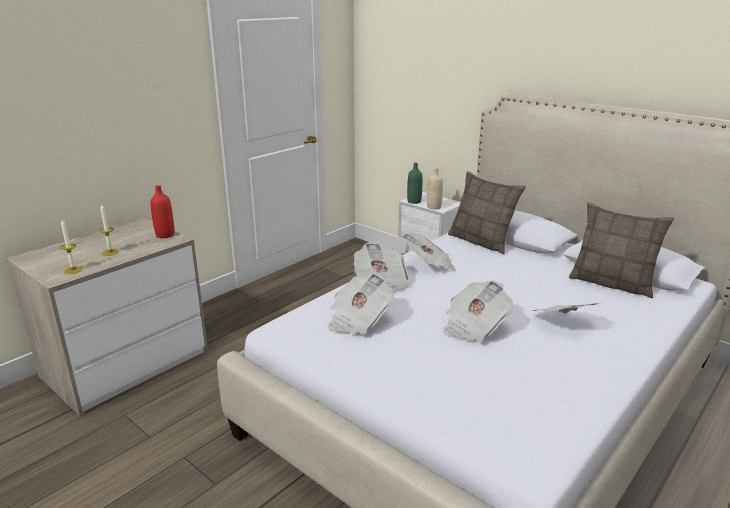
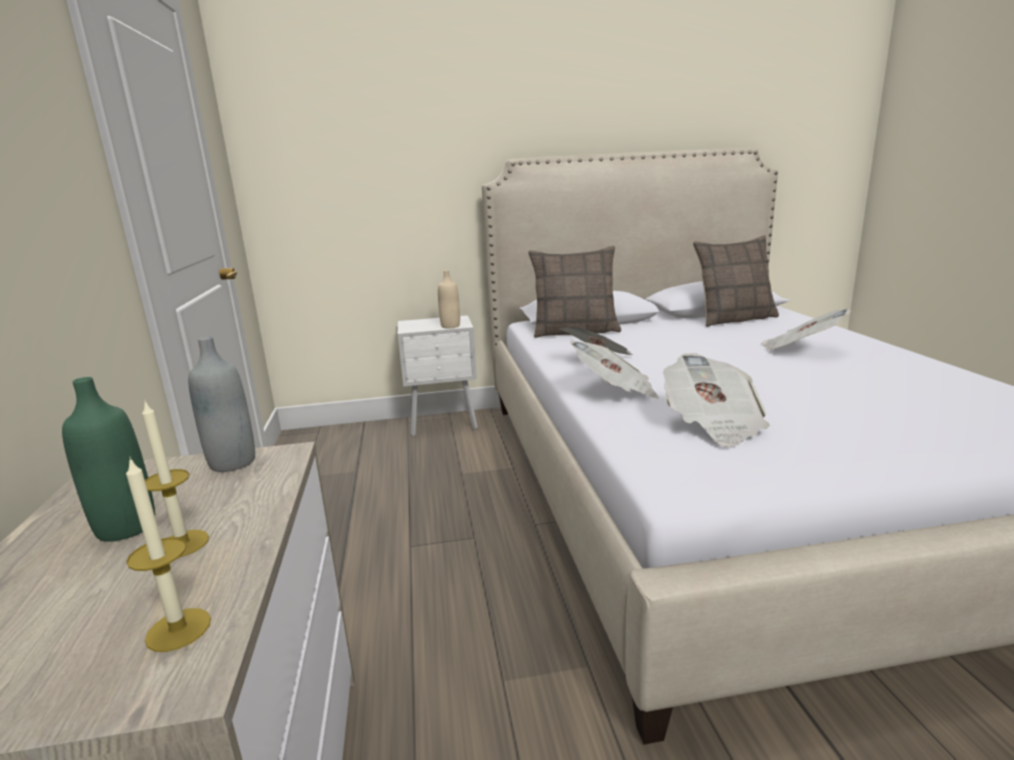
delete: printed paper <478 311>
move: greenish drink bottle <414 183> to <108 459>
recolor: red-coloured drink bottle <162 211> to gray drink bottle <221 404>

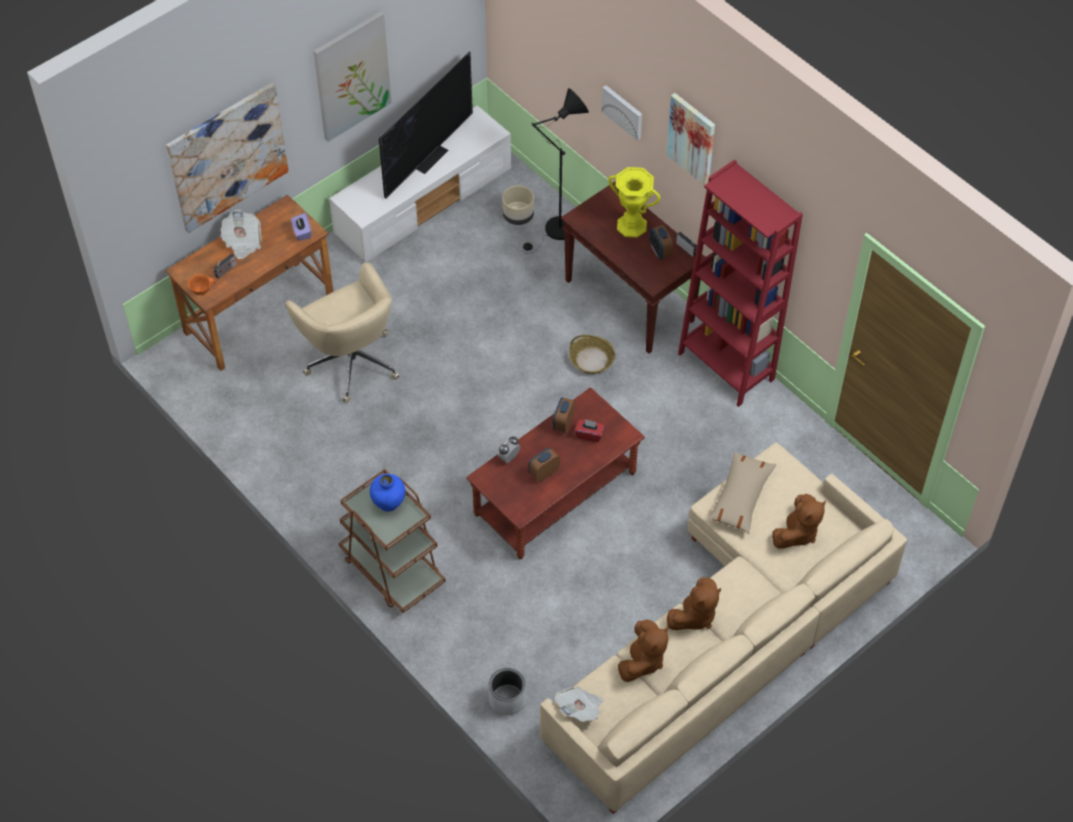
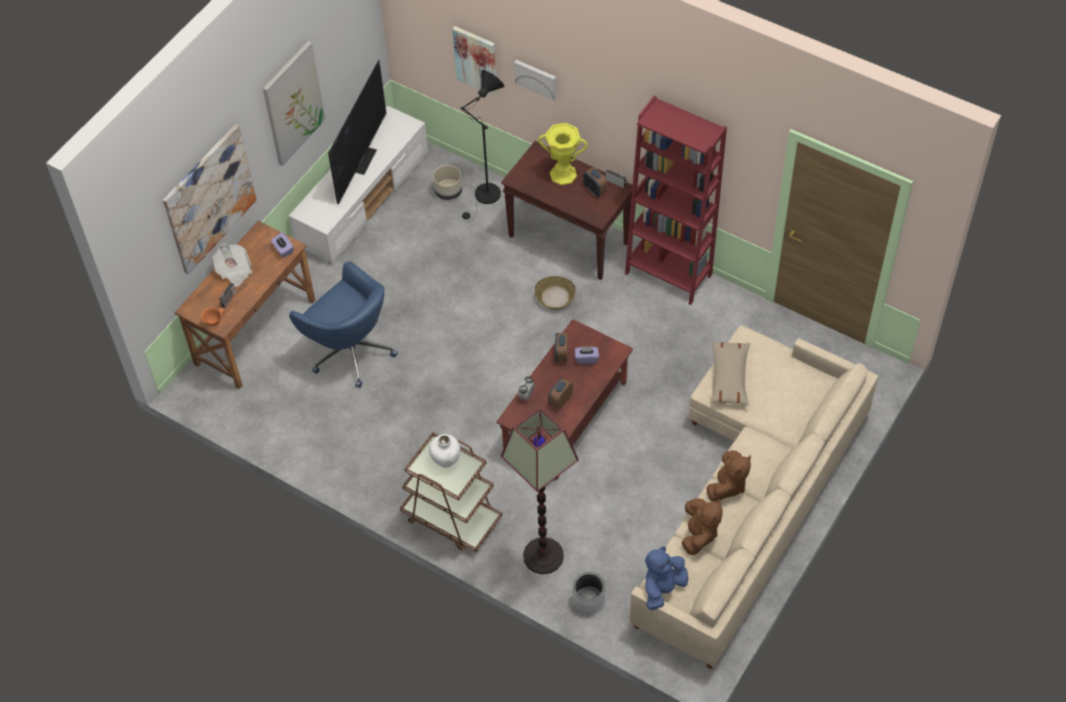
delete: brown soft toy <799 521>
insert: standing lamp <540 490>
move: wall art <690 139> to <475 61>
replace: printed paper <579 704> to blue-coloured soft toy <666 578>
recolor: beige-coloured desk chair <342 333> to blue-coloured desk chair <343 324>; red-coloured tissue holder <589 430> to purplish tissue holder <587 355>; blue-coloured flower vase <387 492> to white flower vase <445 451>

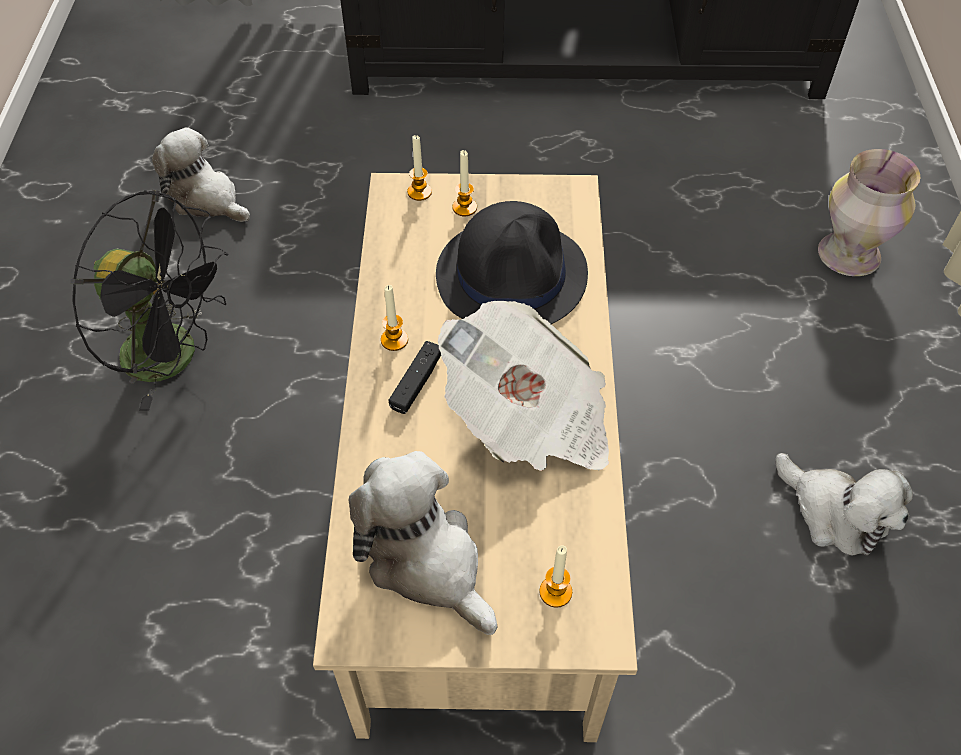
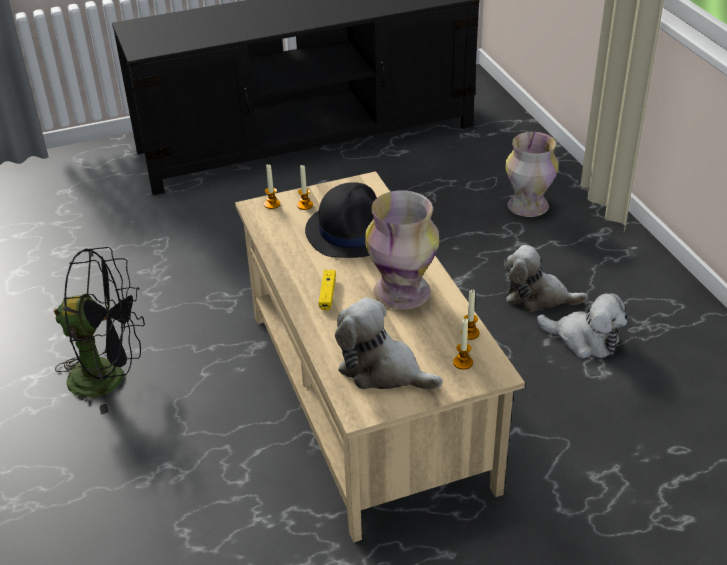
move: soft toy <201 175> to <546 278>; wax light <394 318> to <470 315>
replace: printed paper <523 386> to flower vase <402 249>
recolor: blackish gamepad <415 377> to yellowish gamepad <327 290>

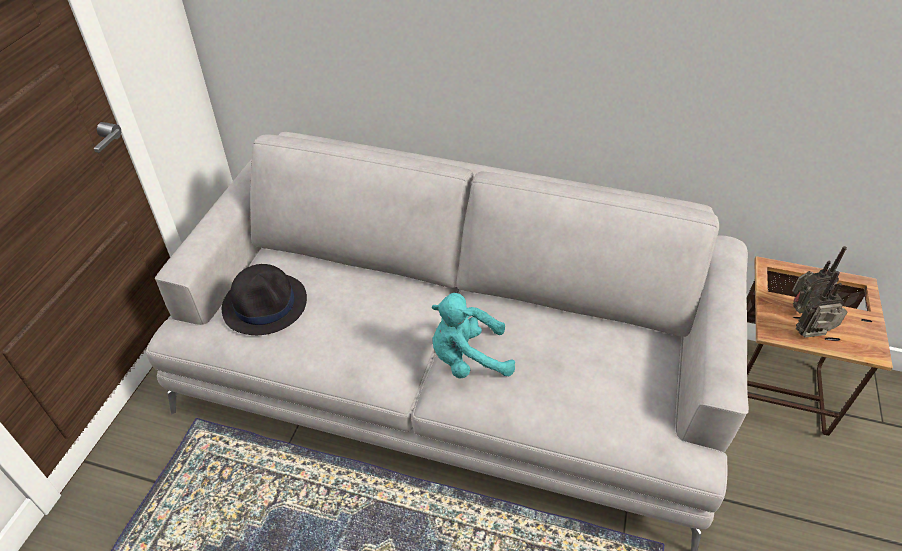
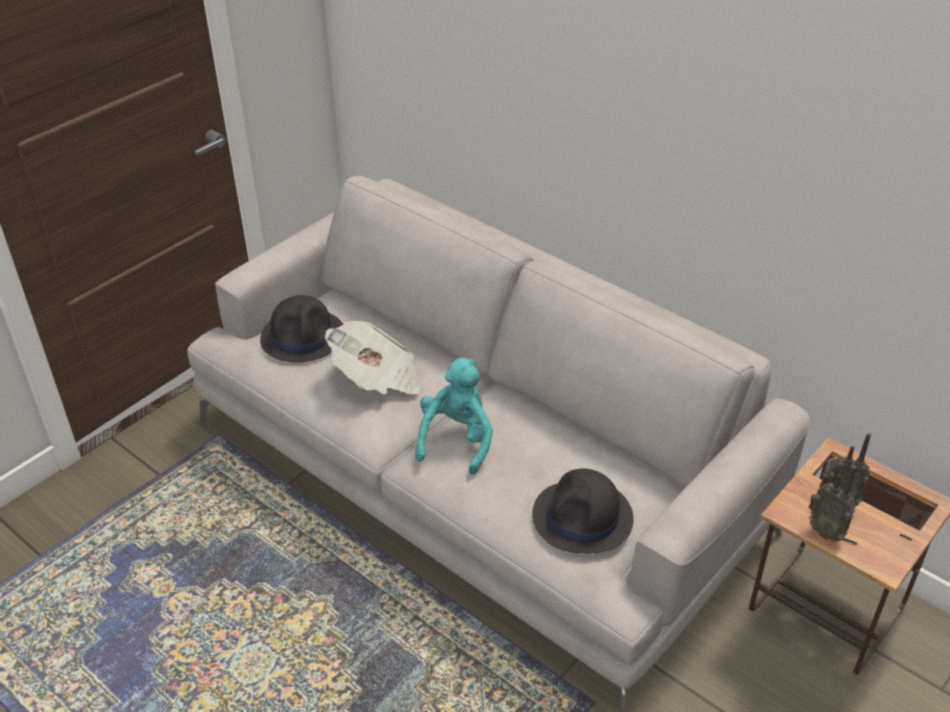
insert: printed paper <372 357>; blackish clothing hat <583 511>
rotate: radio set <822 304> = <832 503> 150 degrees counterclockwise; turquoise soft toy <473 335> = <454 416> 90 degrees clockwise

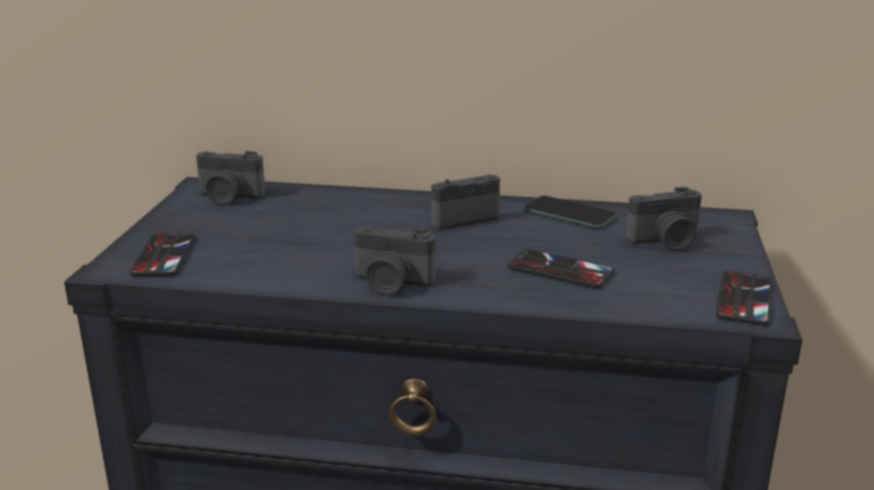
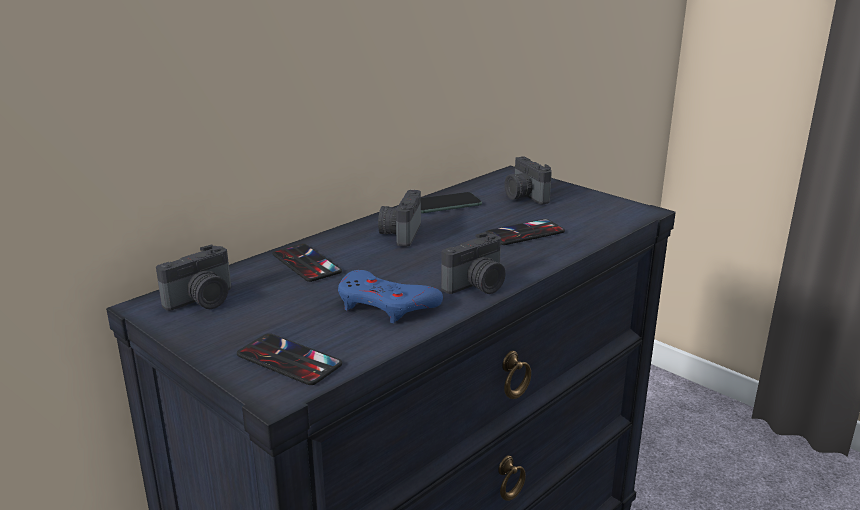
insert: blue-coloured gamepad <390 296>
move: phone <744 298> to <307 263>
rotate: still camera <664 219> = <528 180> 135 degrees clockwise

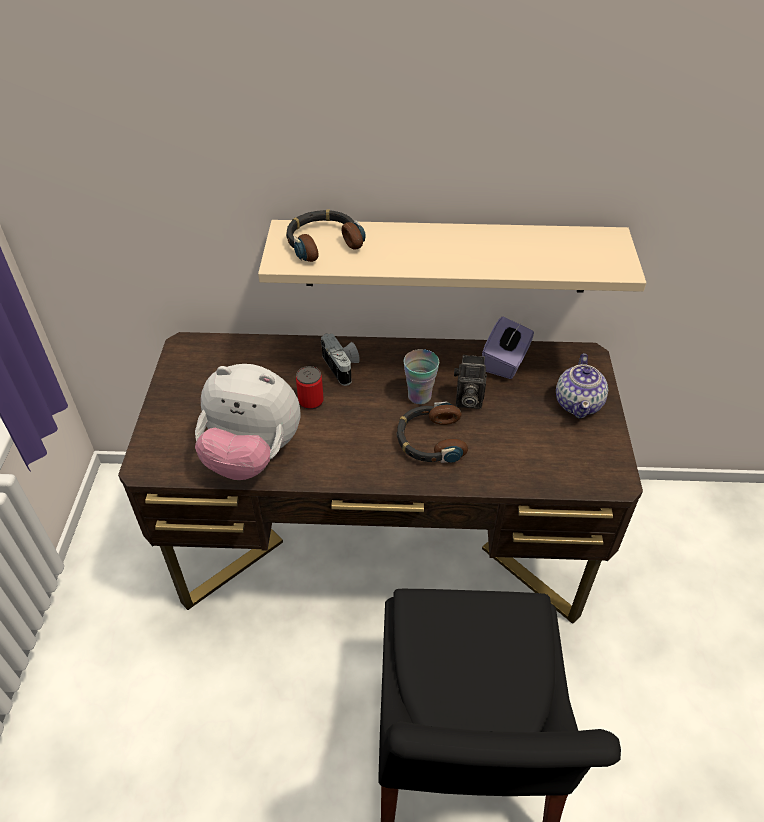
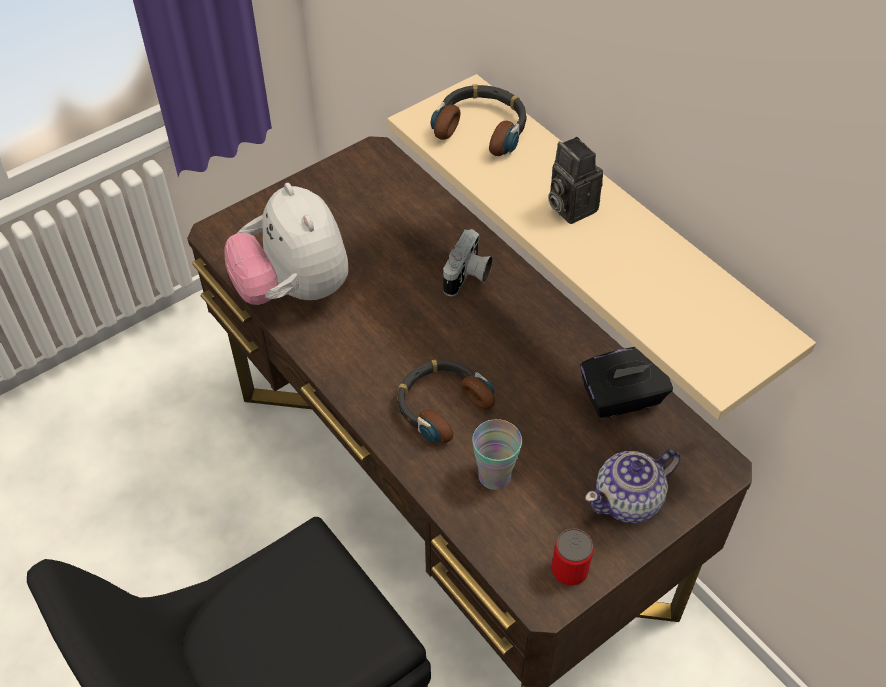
move: drinking cup <421 376> to <497 454>; still camera <470 382> to <575 180>; metal can <310 388> to <572 557>
recolor: purplish tissue holder <508 347> to blackish tissue holder <626 382>

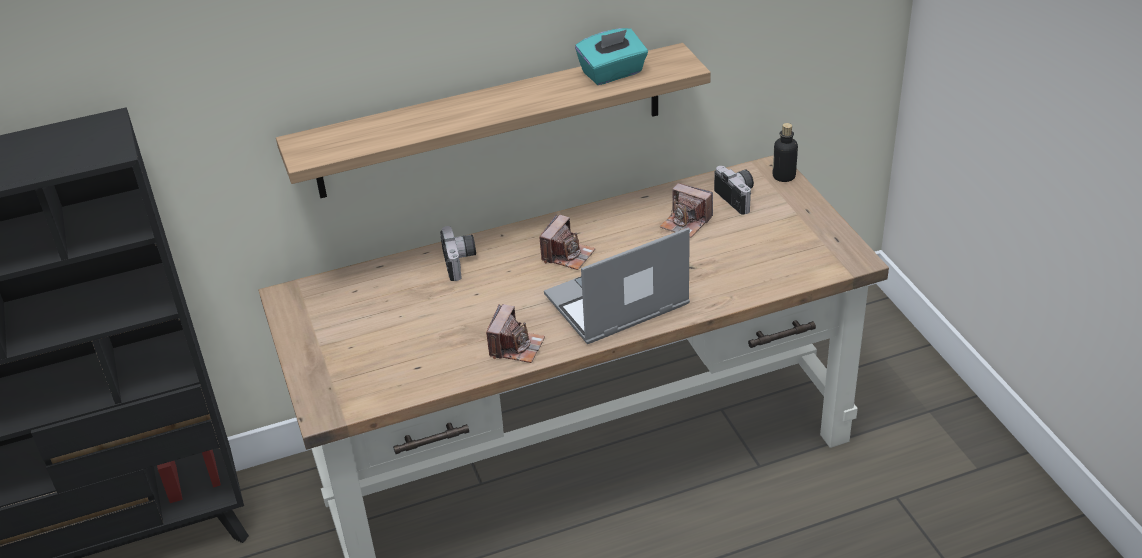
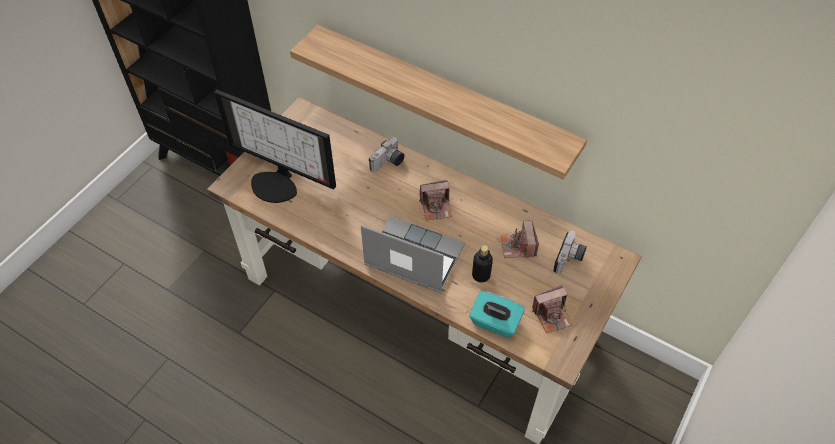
insert: computer screen <275 146>
move: turquoise tissue holder <611 56> to <497 314>; drink bottle <785 152> to <482 263>; still camera <515 333> to <552 309>

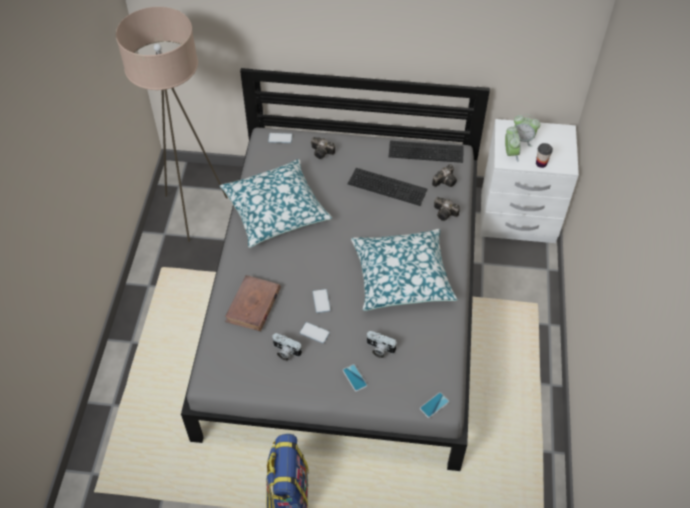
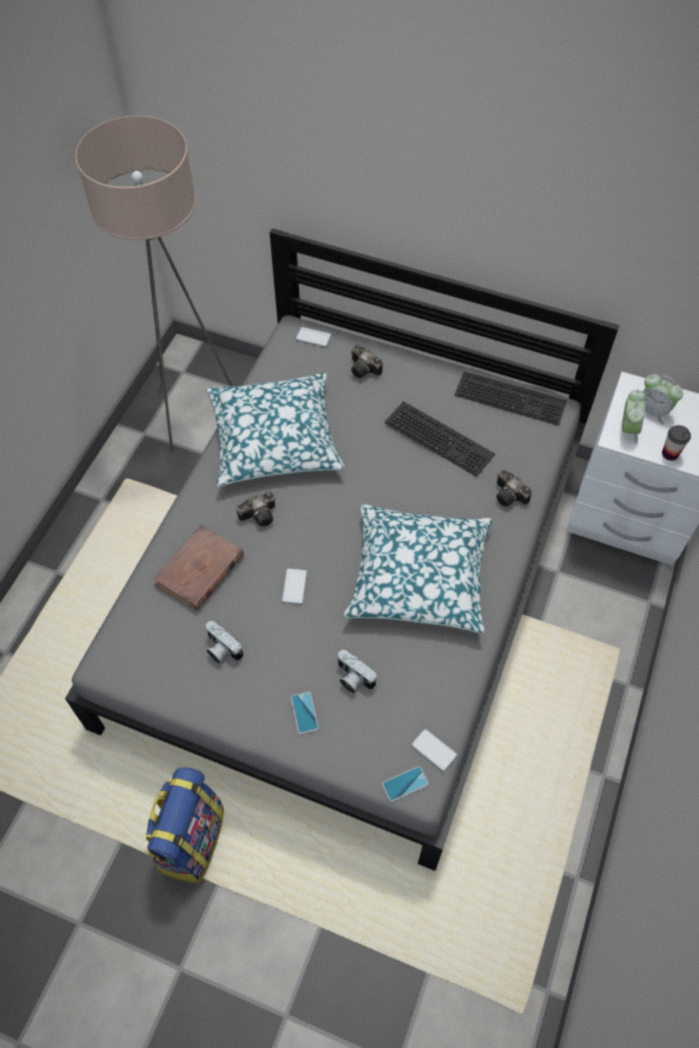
move: still camera <444 175> to <255 509>; phone <315 332> to <434 750>

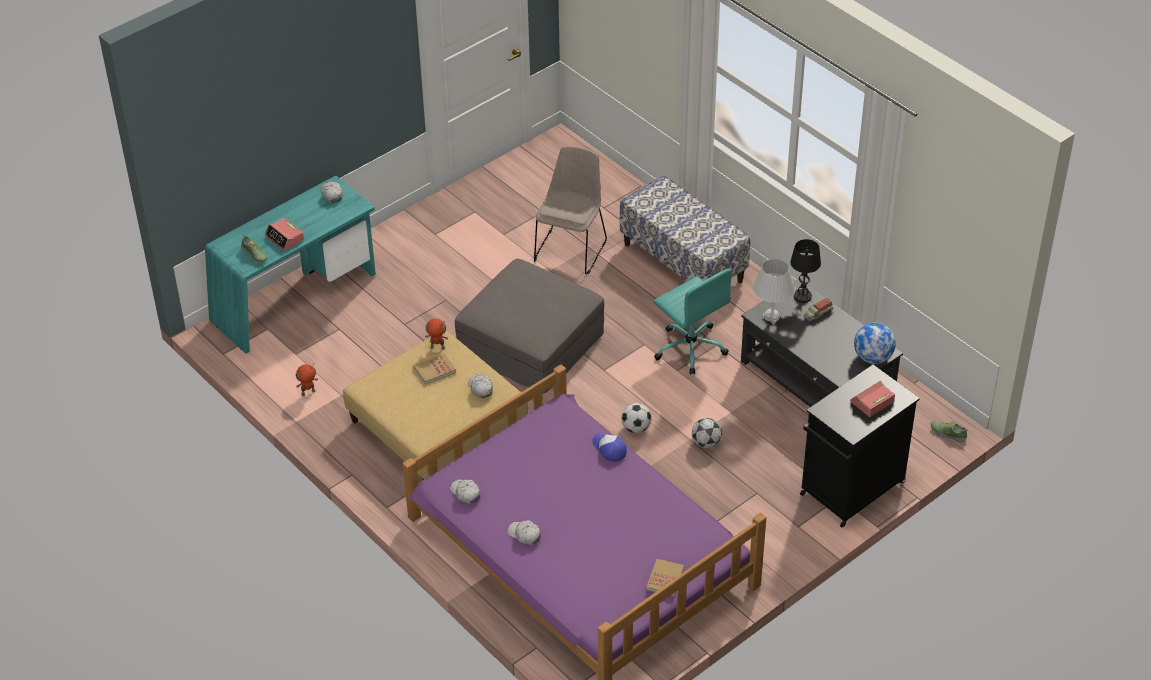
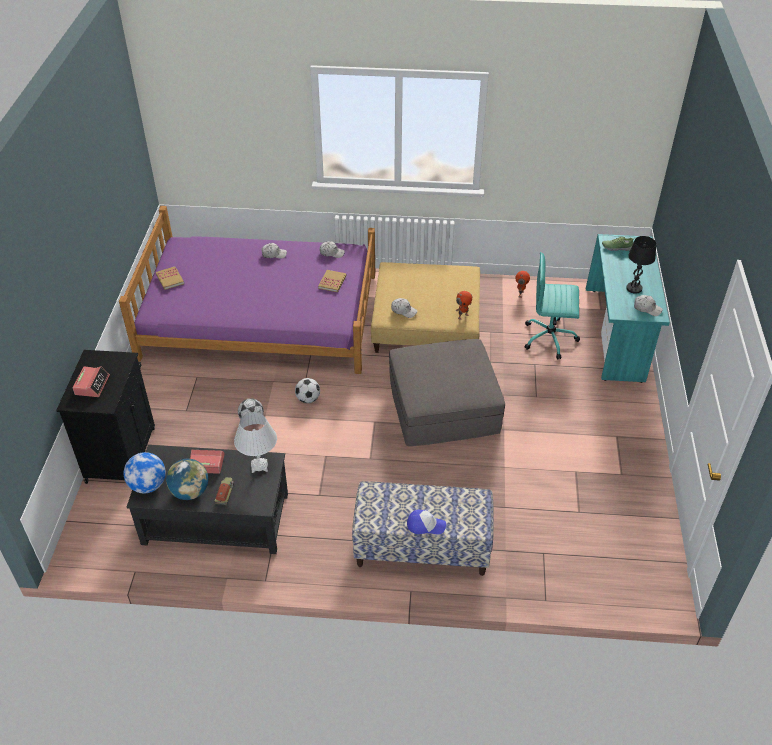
delete: beige-coloured chair <570 210>; low shoe <949 431>
insert: globe <187 479>
move: alarm clock <284 234> to <207 462>; blackish table lamp <806 271> to <641 265>; turquoise desk chair <692 322> to <552 305>; bound book <435 369> to <332 281>; cap <609 447> to <426 522>

